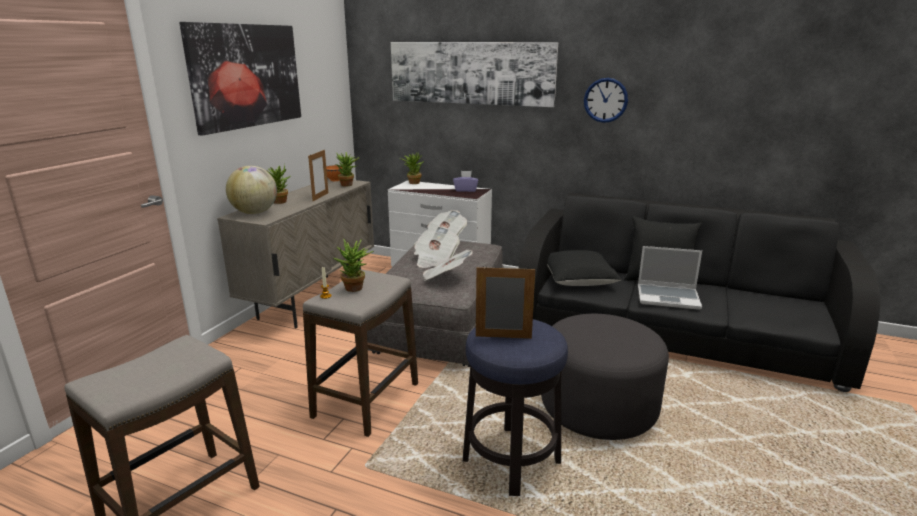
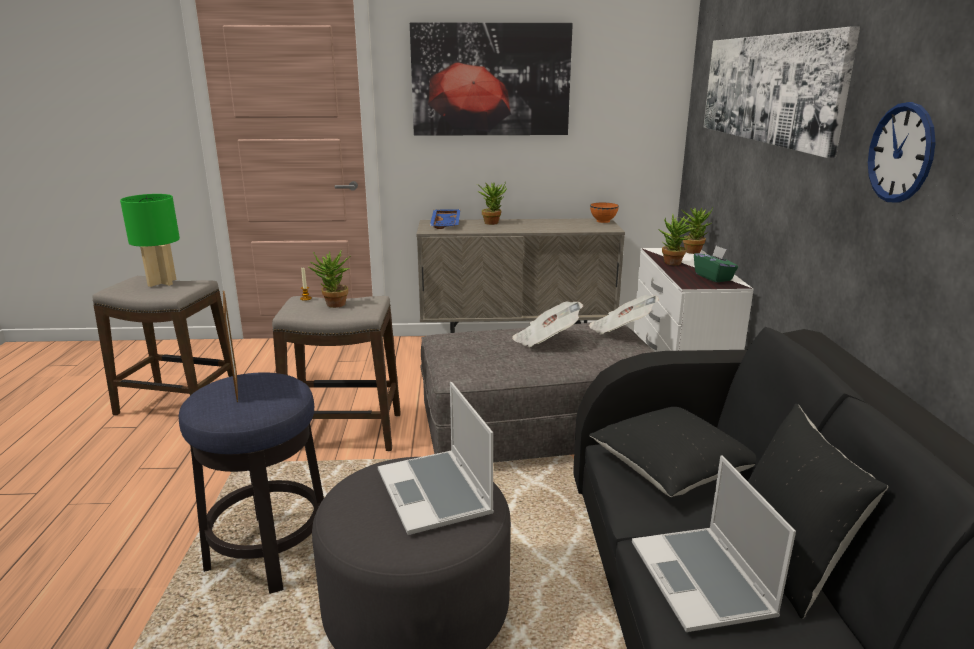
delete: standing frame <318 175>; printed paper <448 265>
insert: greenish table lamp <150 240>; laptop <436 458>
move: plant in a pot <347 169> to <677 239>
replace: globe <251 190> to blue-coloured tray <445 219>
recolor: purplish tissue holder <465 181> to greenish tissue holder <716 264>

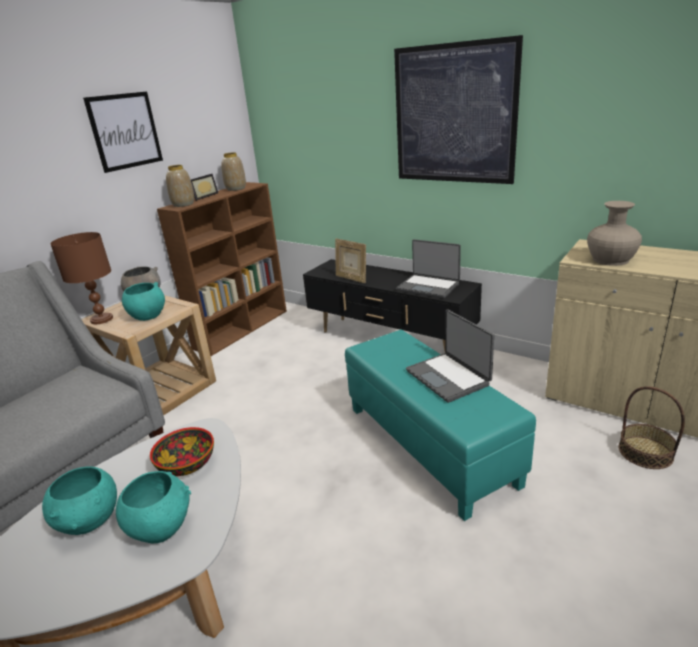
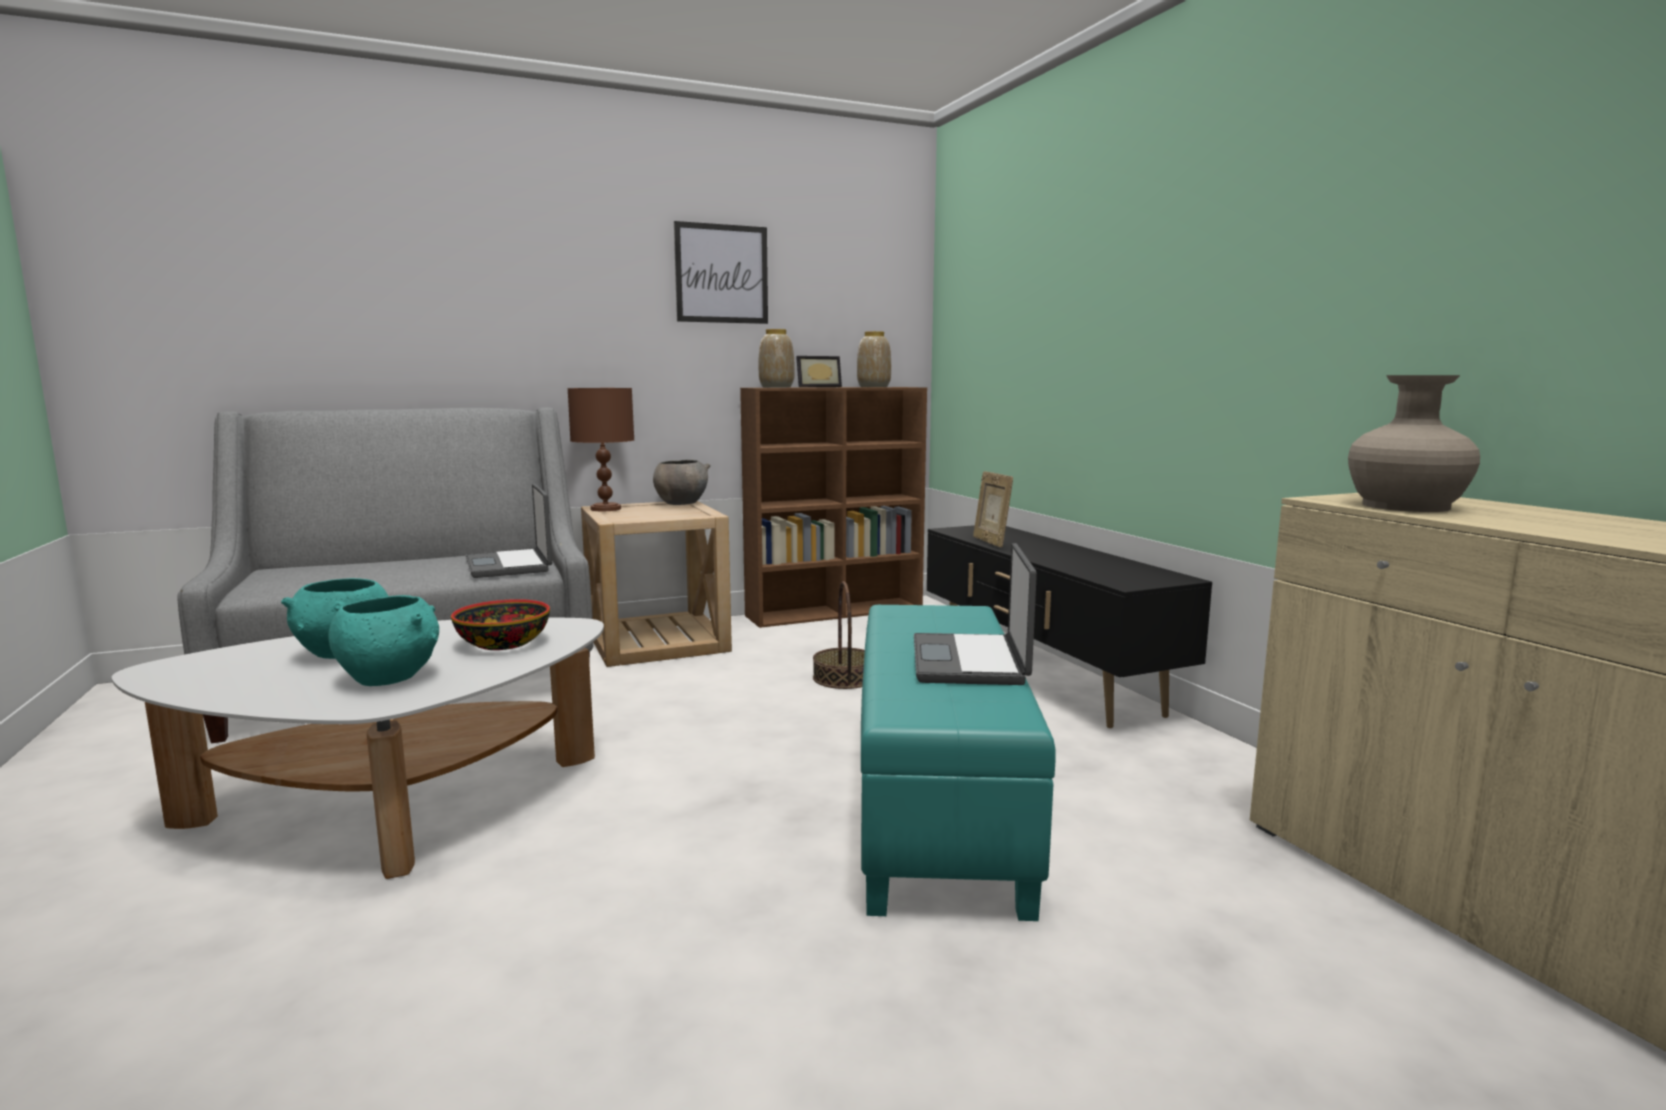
delete: wall art <458 109>; turquoise serving bowl <143 301>
move: laptop <428 268> to <509 531>; basket <652 427> to <839 635>

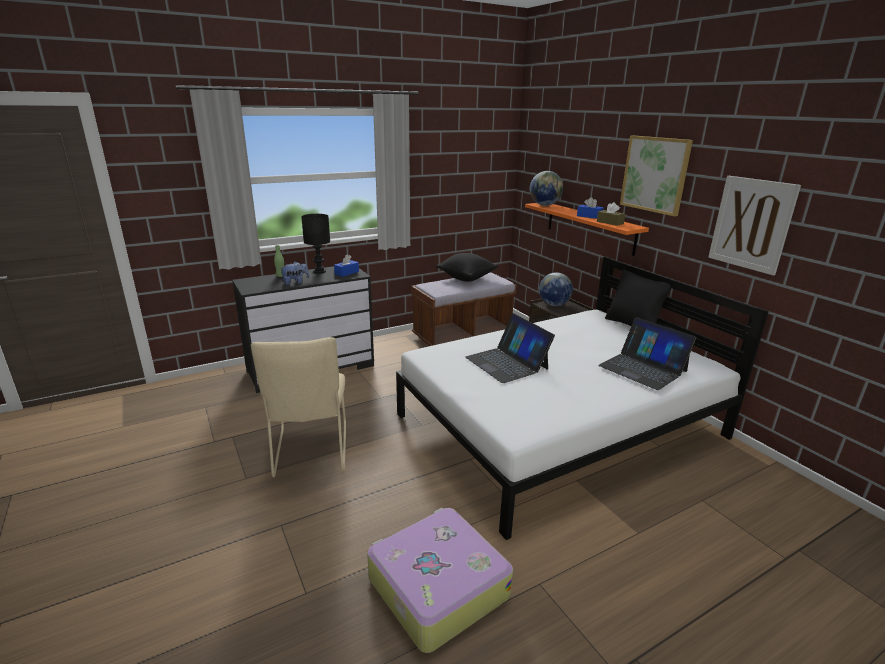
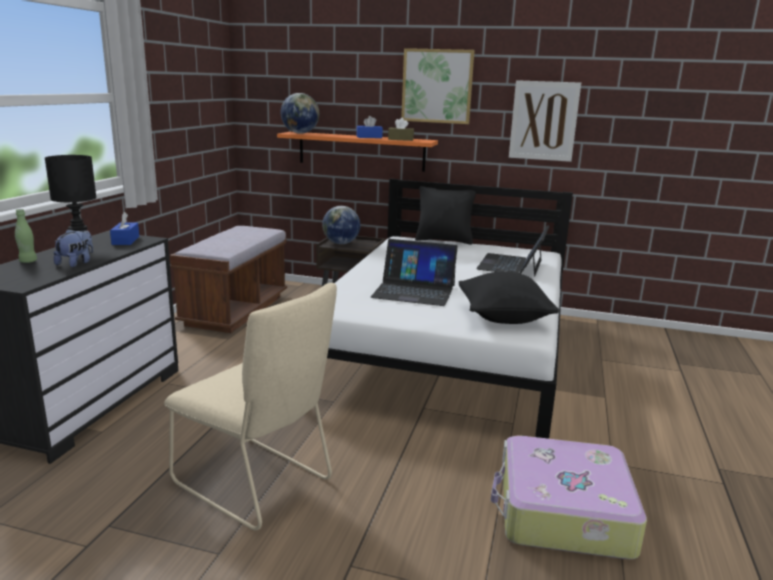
move: blackish pillow <467 267> to <509 297>
rotate: laptop <647 353> = <512 251> 105 degrees clockwise

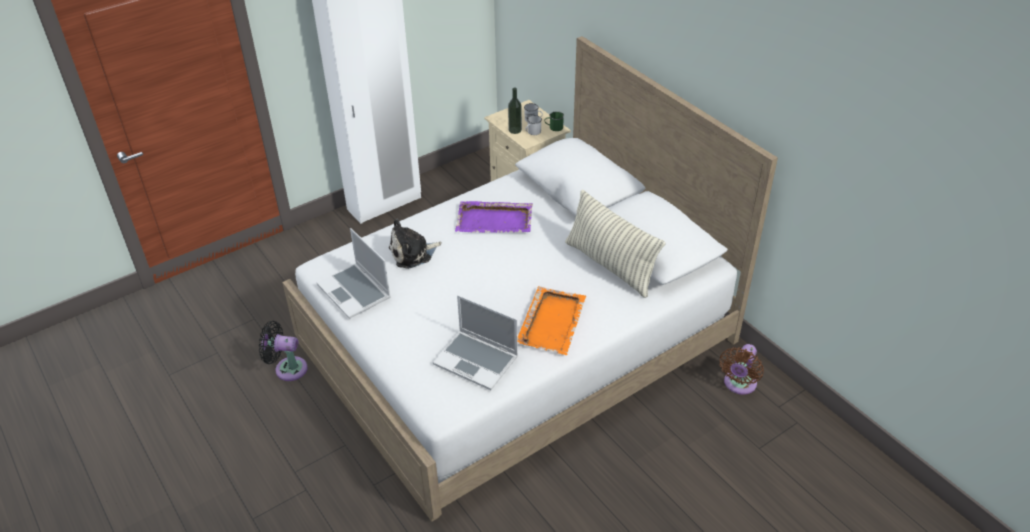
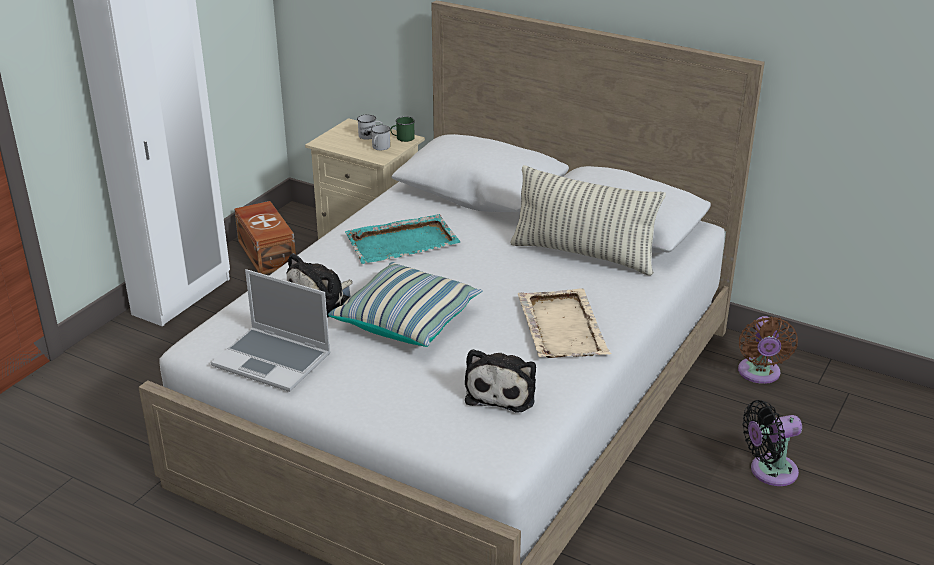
delete: drink bottle <515 110>
insert: brown storage container <265 237>; pillow <405 304>
move: blackish electric fan <283 351> to <772 443>
replace: laptop <475 342> to soft toy <500 381>
recolor: purplish tray <493 217> to turquoise tray <403 239>; orange-coloured tray <551 320> to beige-coloured tray <564 323>

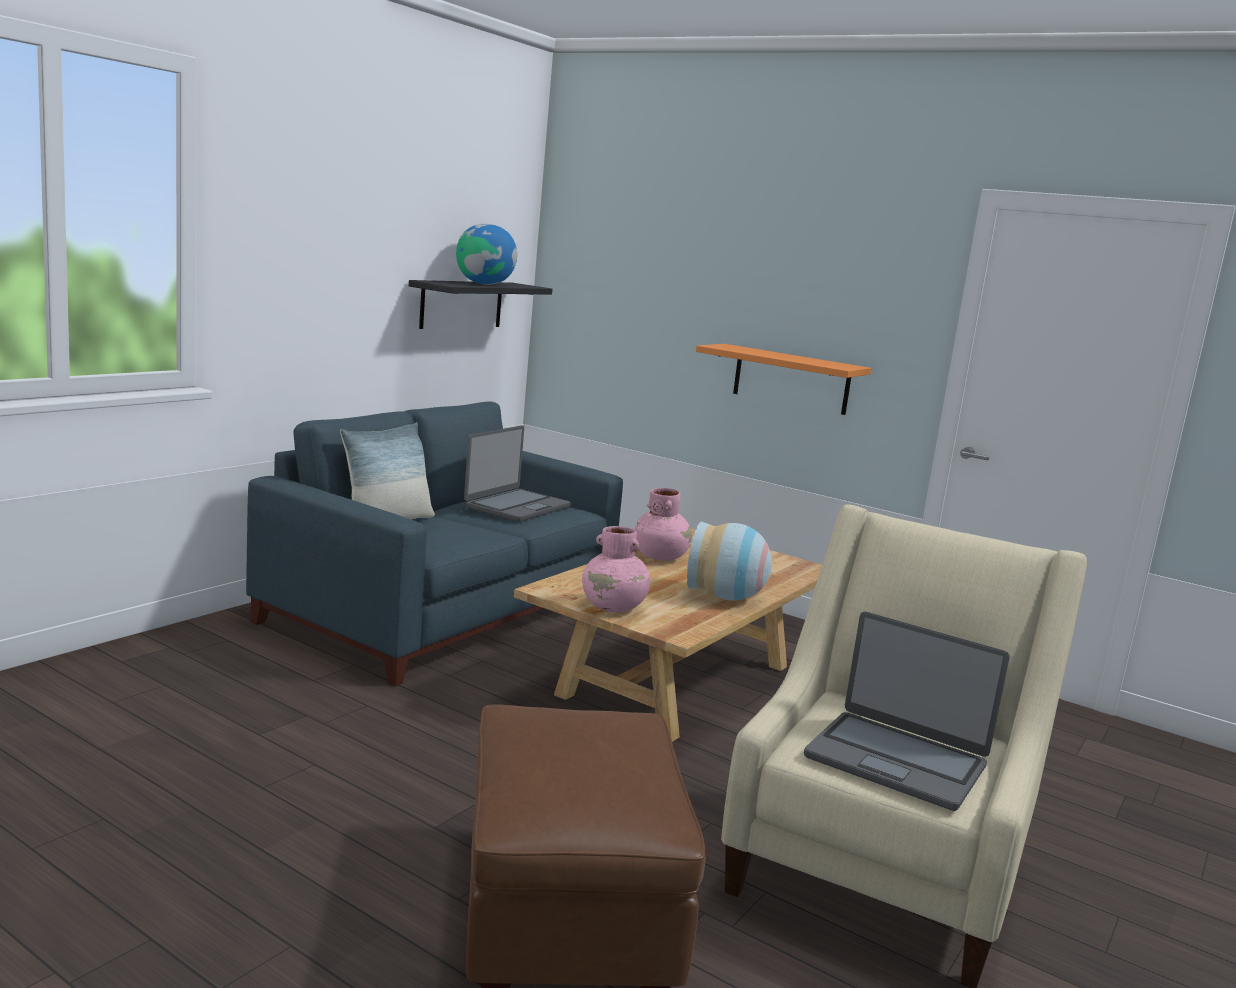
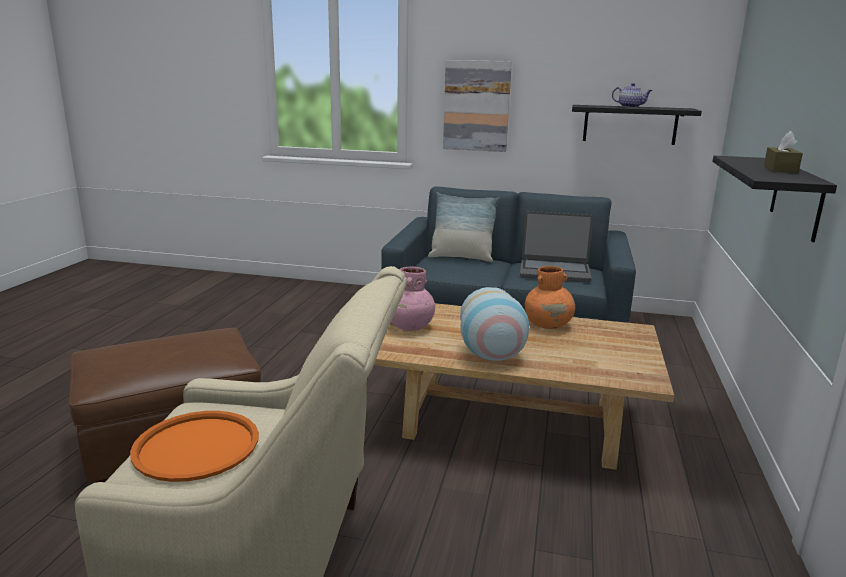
insert: wall art <477 106>; brown tissue holder <783 152>
replace: globe <486 254> to teapot <632 95>; laptop <907 711> to orange-coloured tray <194 446>
recolor: orange-coloured shelf <783 379> to blackish shelf <775 199>; pink flower vase <663 524> to orange-coloured flower vase <550 297>

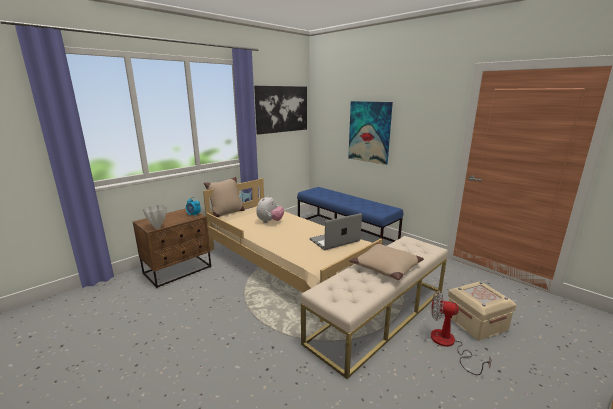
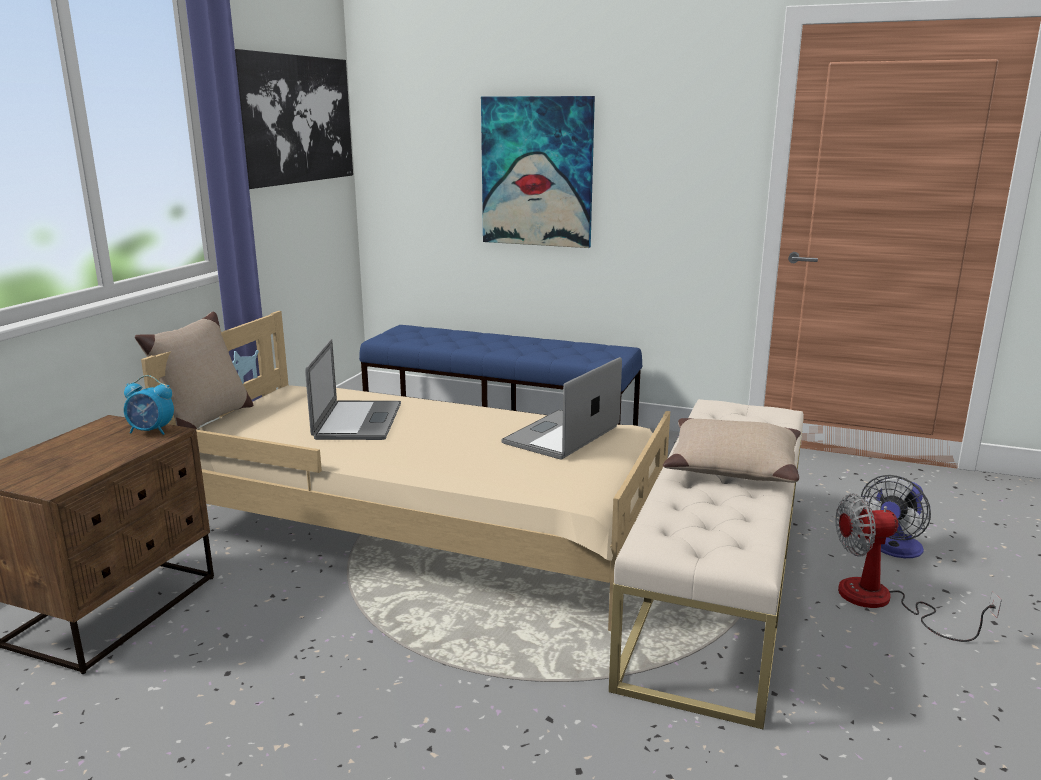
delete: white flower vase <155 217>
replace: soft toy <270 209> to laptop <353 389>; beige-coloured storage container <482 311> to electric fan <896 516>

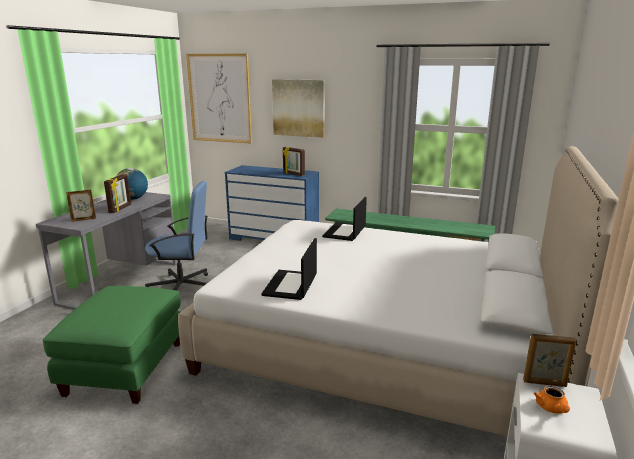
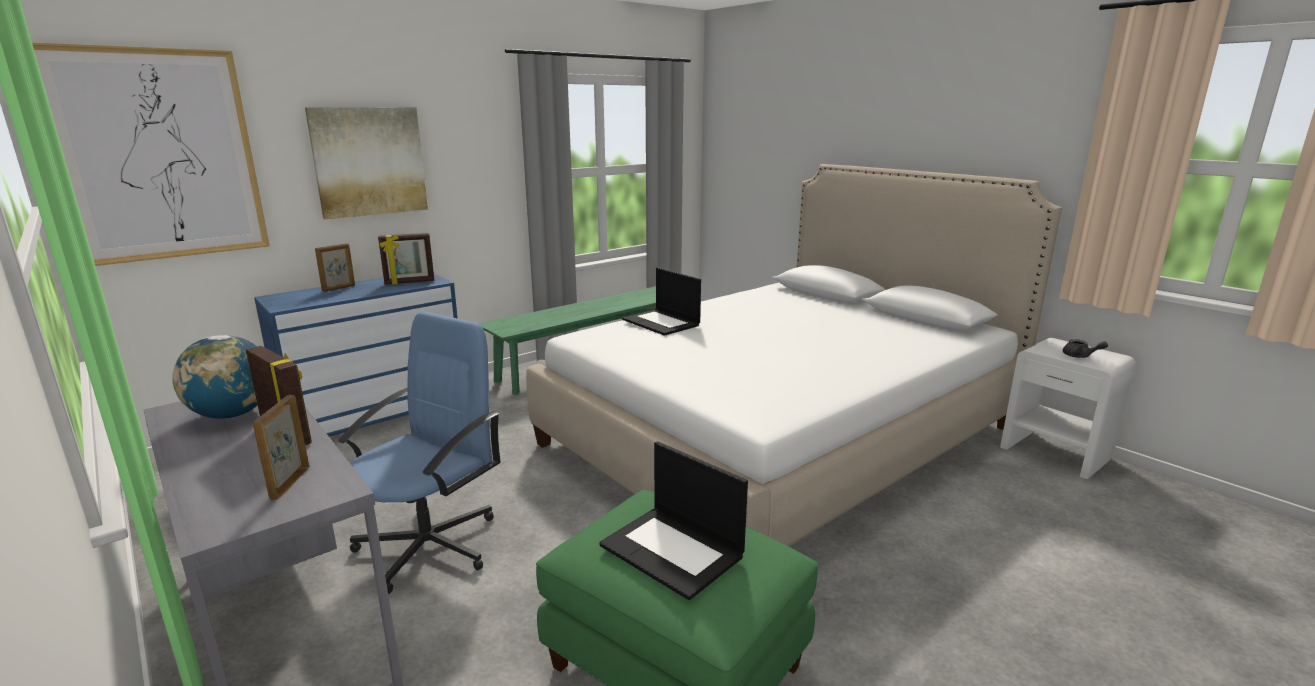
move: laptop <289 269> to <673 520>; standing frame <550 360> to <335 267>
recolor: orange-coloured teapot <552 400> to gray teapot <1085 348>

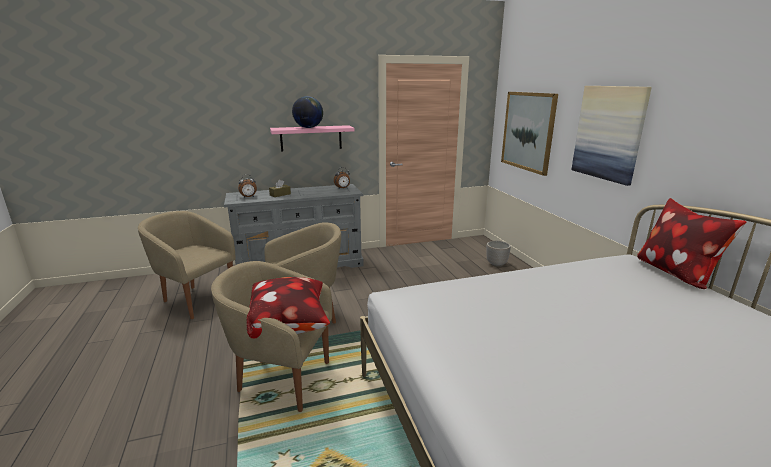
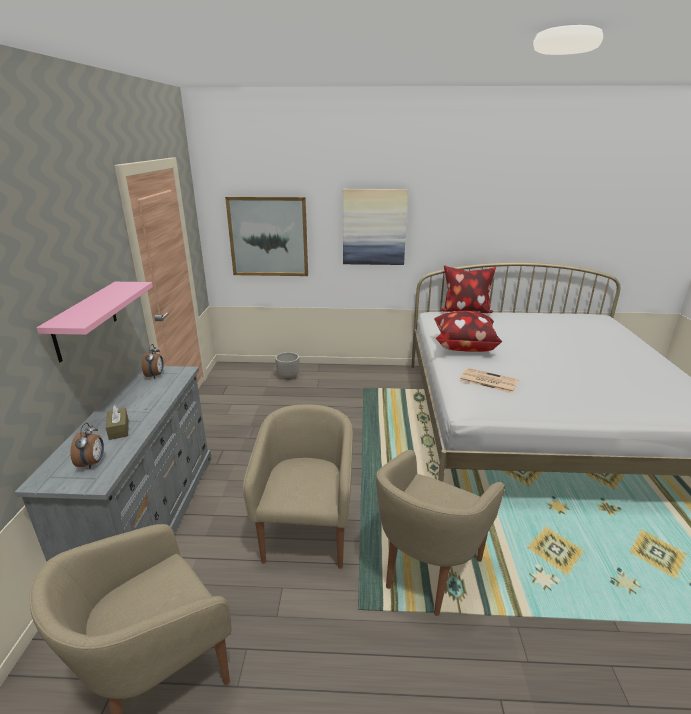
delete: globe <307 112>
insert: printed paper <489 380>
move: pillow <288 307> to <468 331>

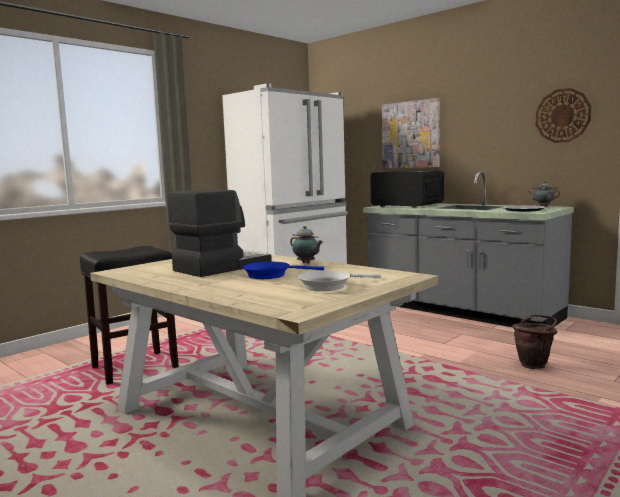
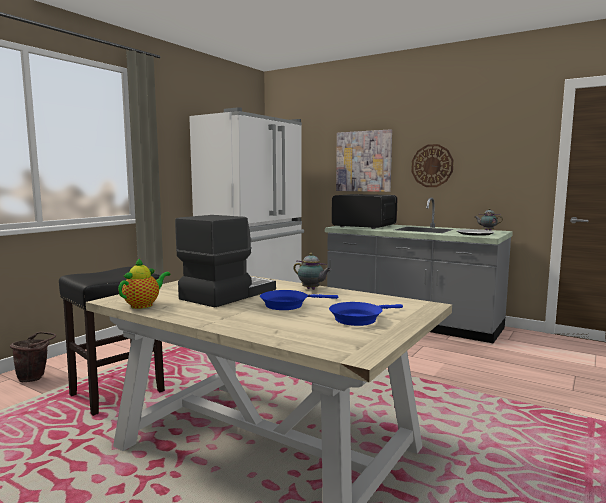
insert: teapot <144 283>
move: clock on the wall <563 115> to <432 165>; brown water bucket <534 341> to <33 357>
recolor: white frying pan <339 281> to blue-coloured frying pan <366 314>

